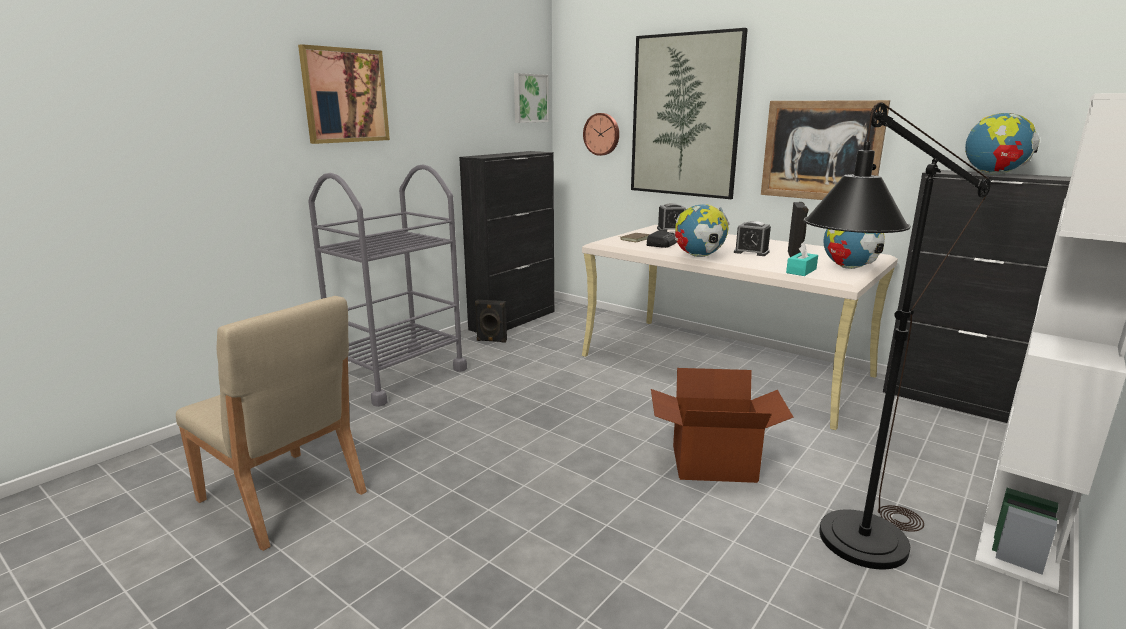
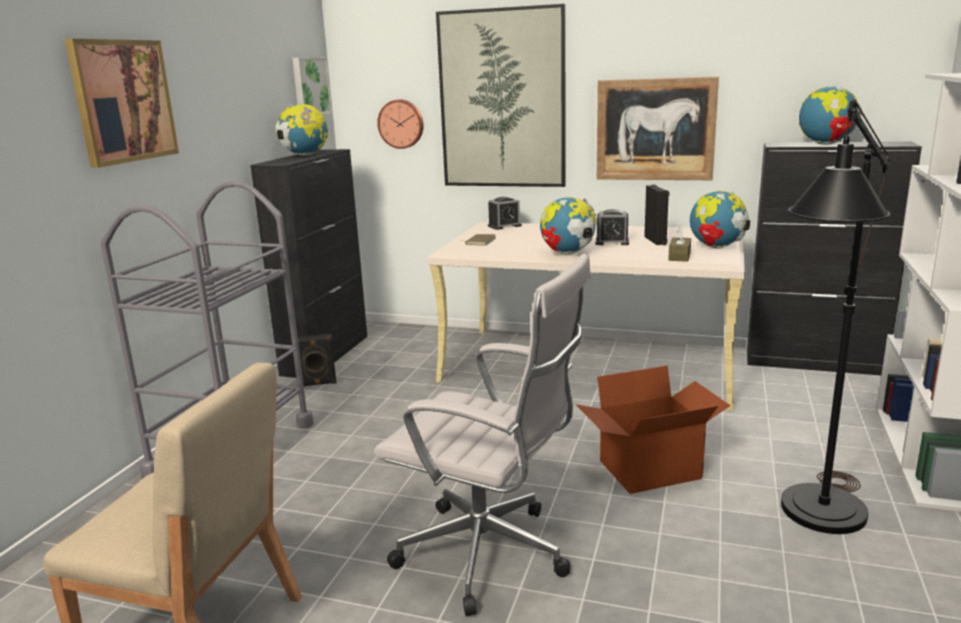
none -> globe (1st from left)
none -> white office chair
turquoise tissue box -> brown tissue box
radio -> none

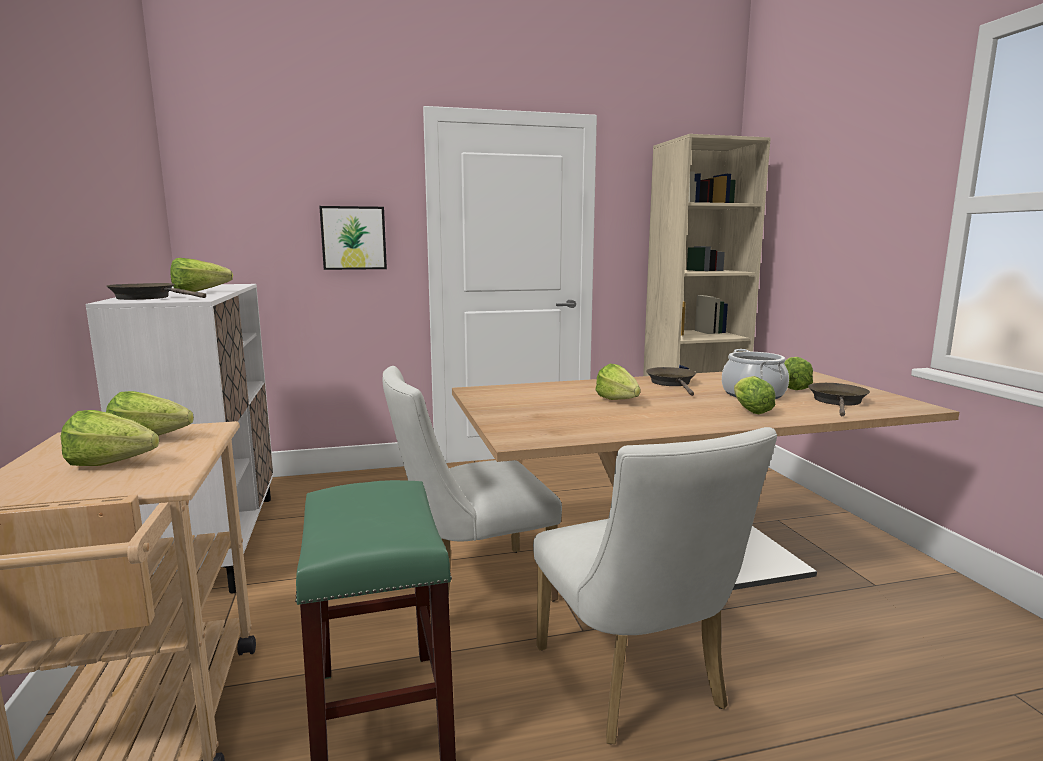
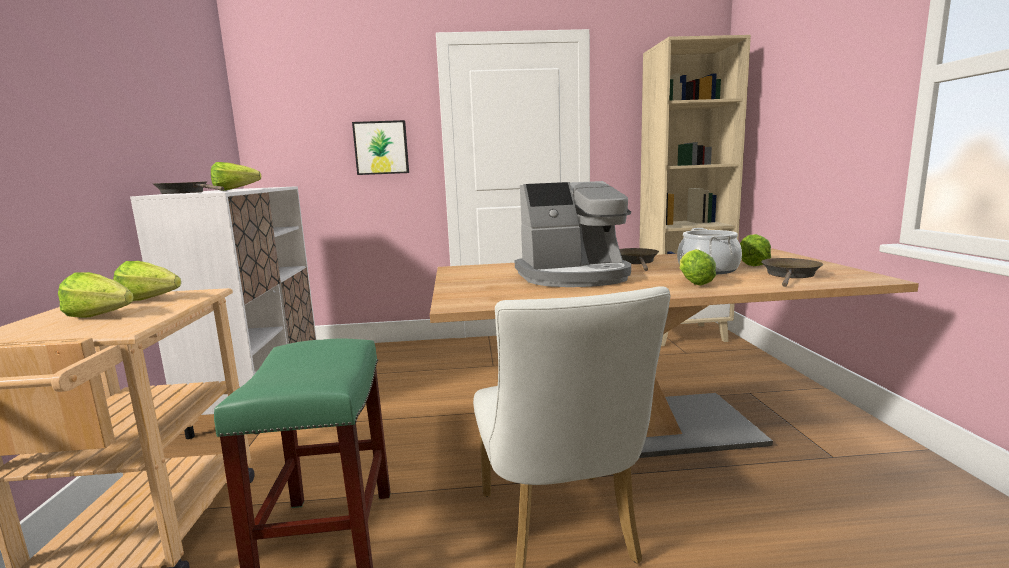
lettuce (4th from left) -> coffee machine
white chair (1st from left) -> none

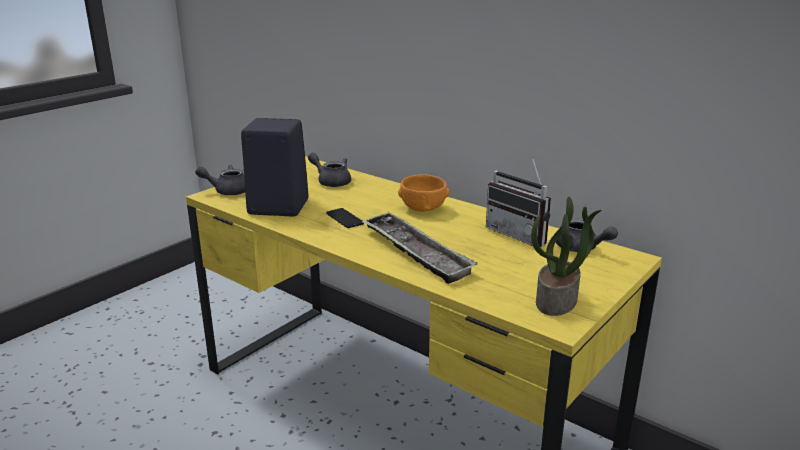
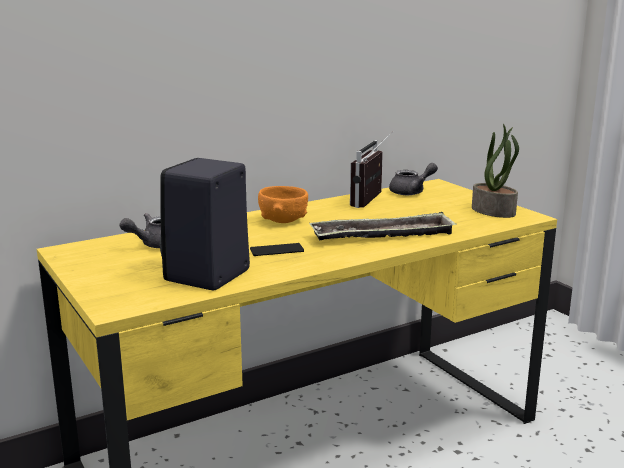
radio, 135 degrees clockwise
grey teapot (1st from left) -> none

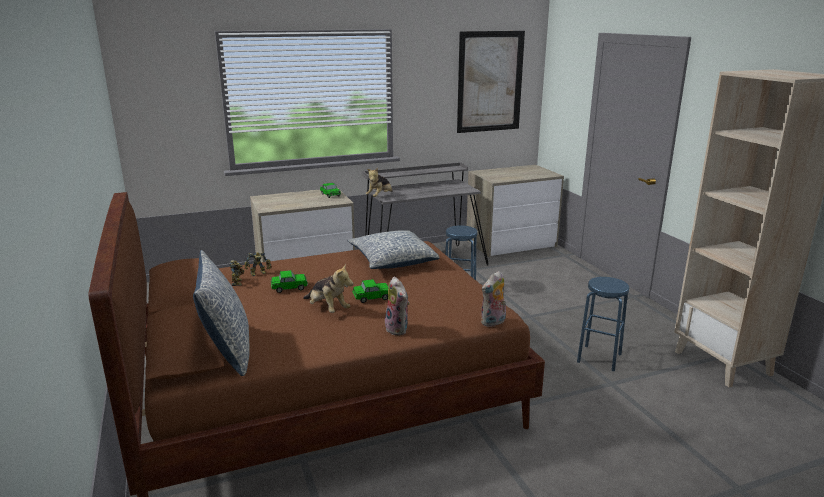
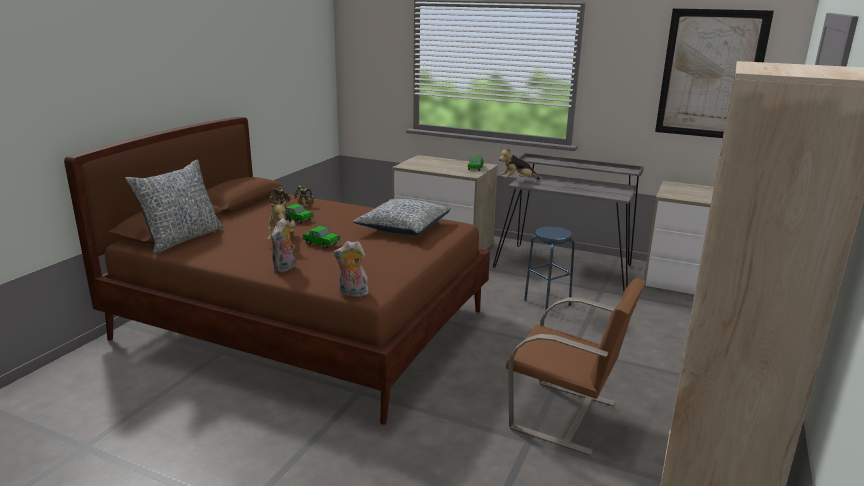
blue stool (2nd from left) -> brown chair

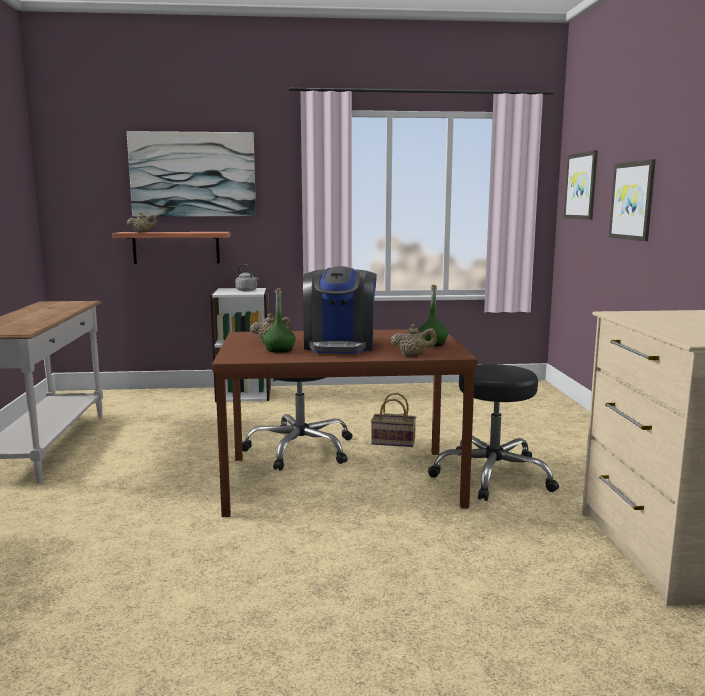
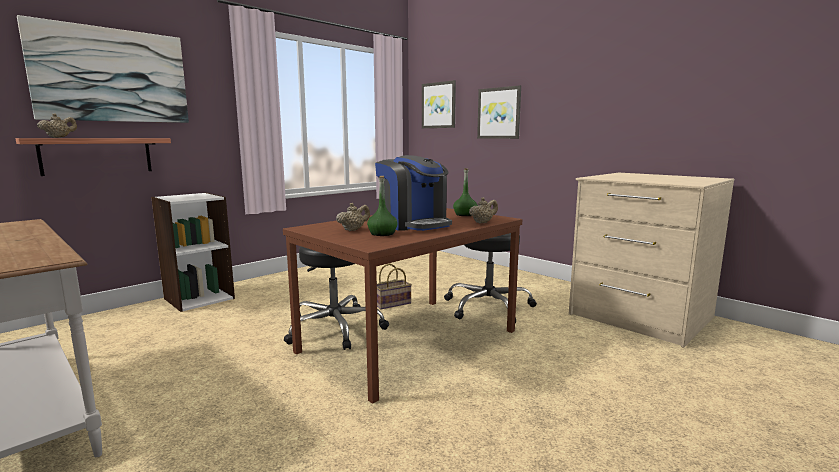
grey kettle -> none

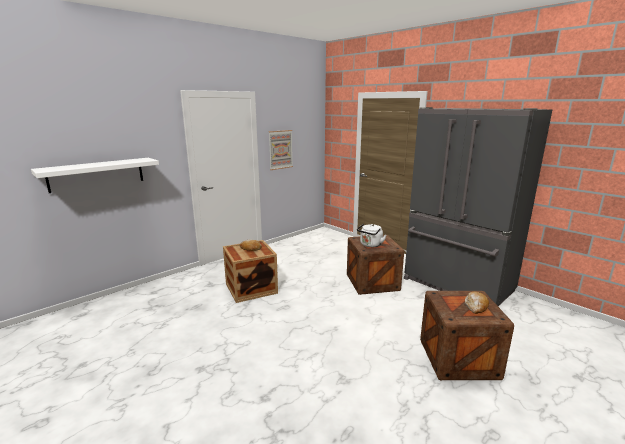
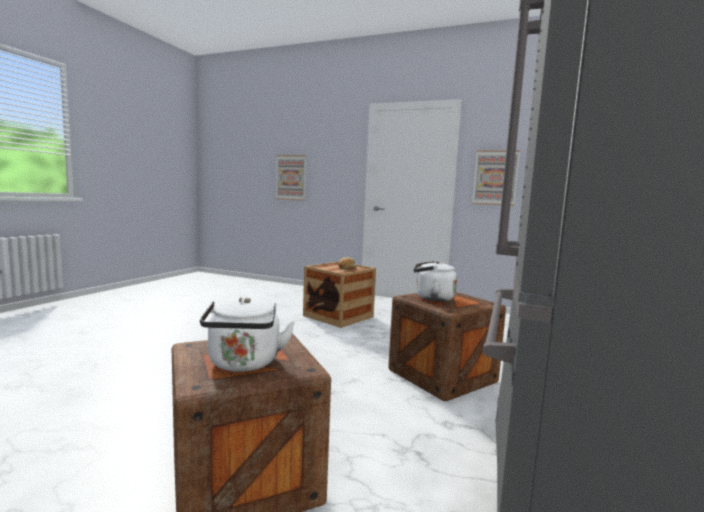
bread (2nd from left) -> white kettle (1st from left)
white shelf -> picture (1st from left)

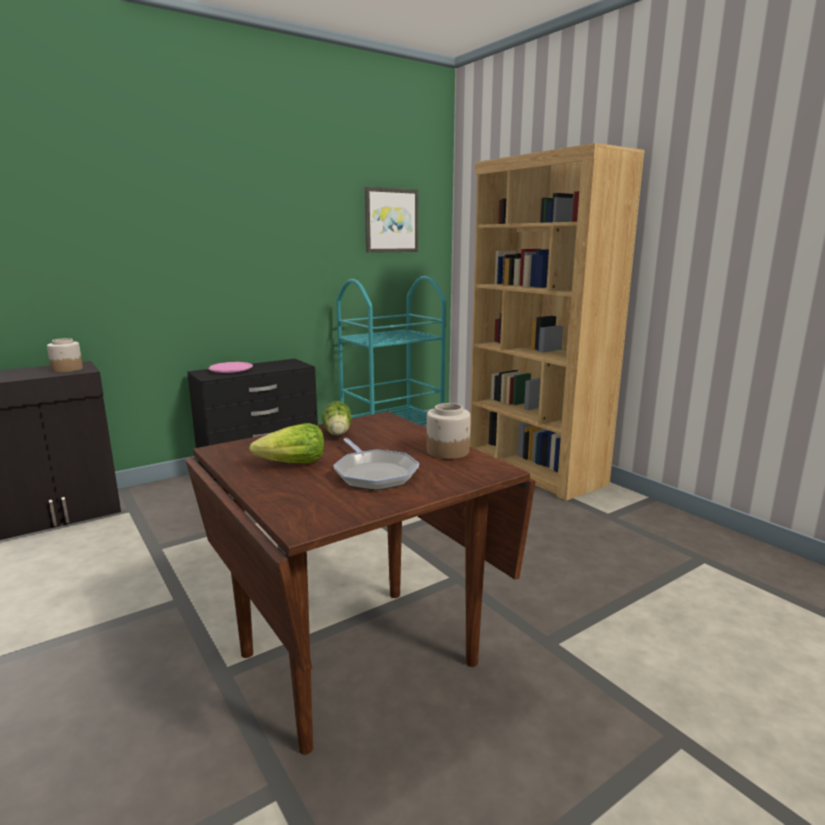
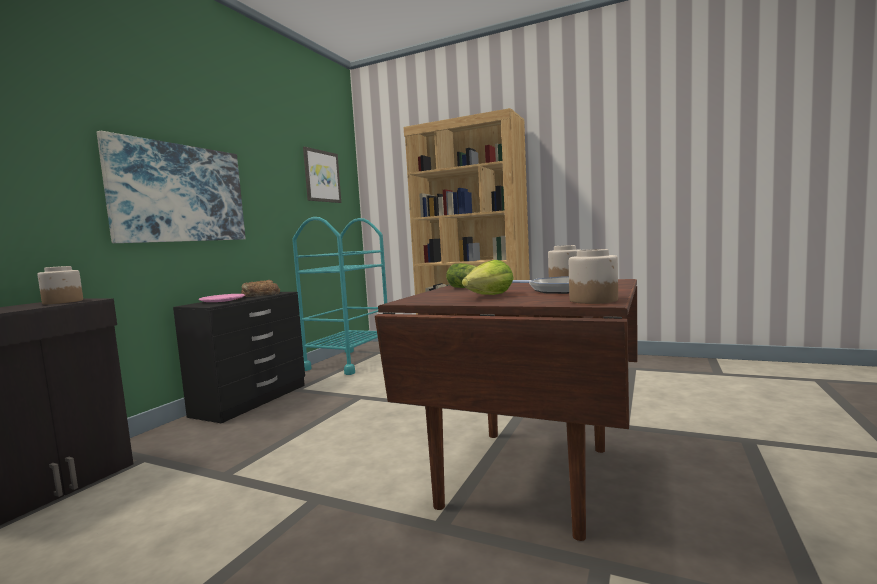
none -> picture (1st from left)
none -> bread
none -> jar (3rd from left)

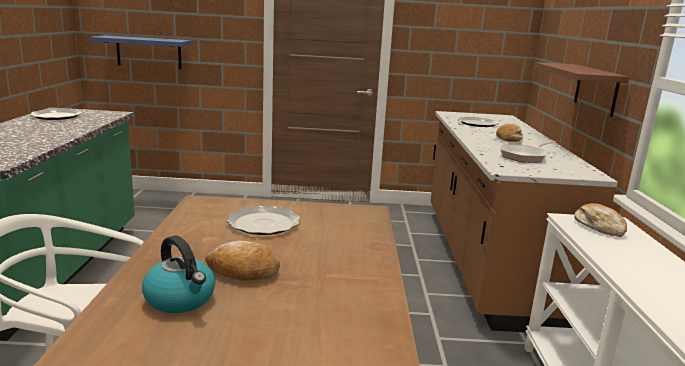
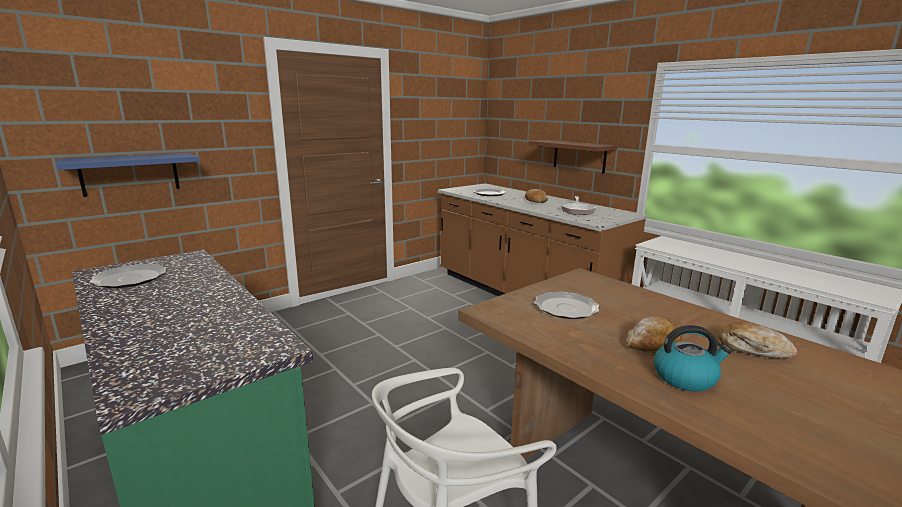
bread (3rd from left), move

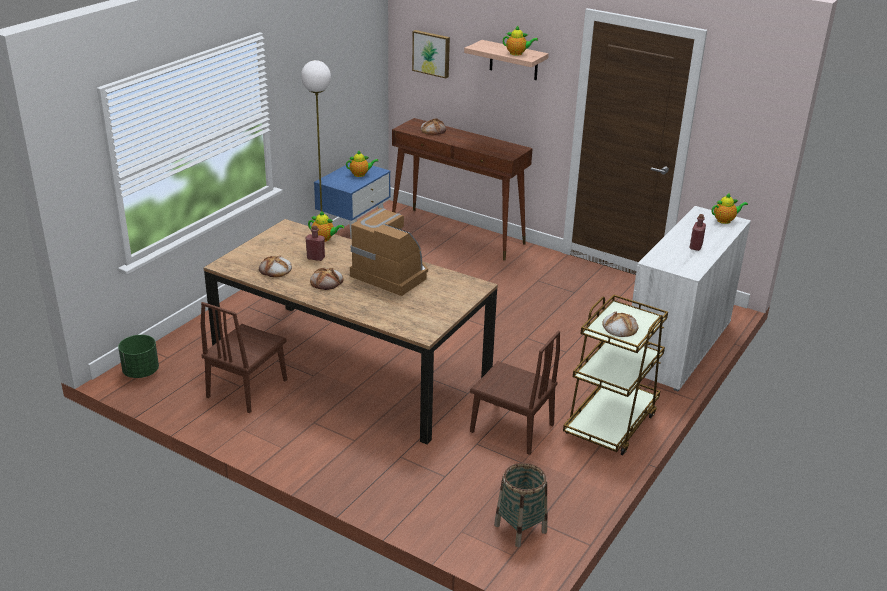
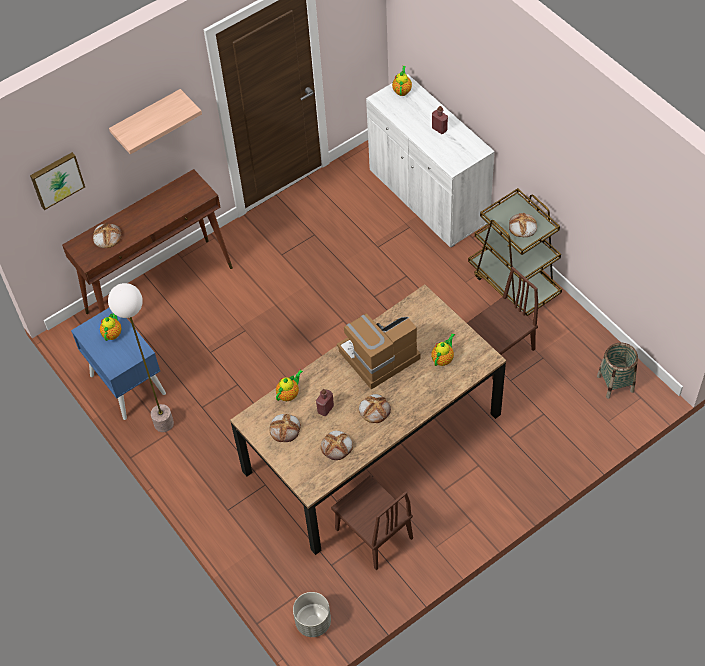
none -> bread (2nd from left)
green planter -> grey planter
teapot (3rd from left in the first image) -> teapot (4th from left), move

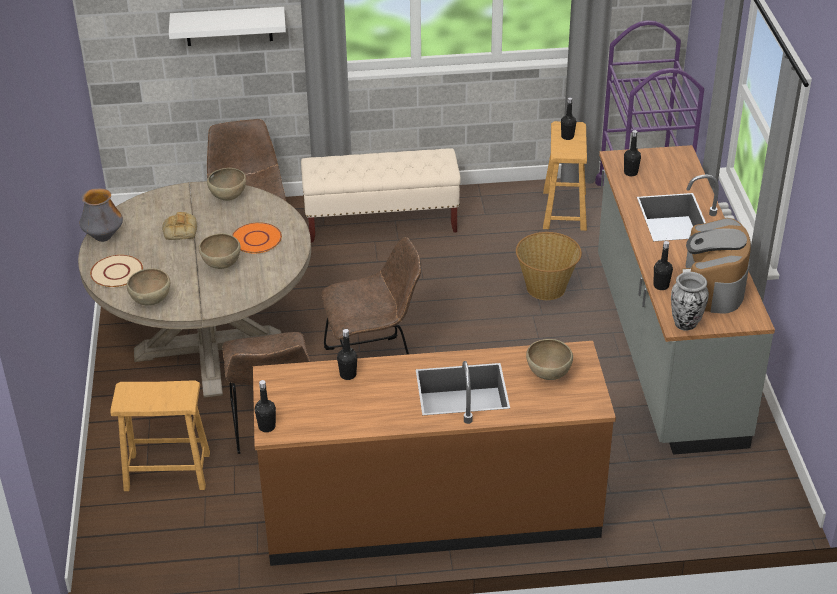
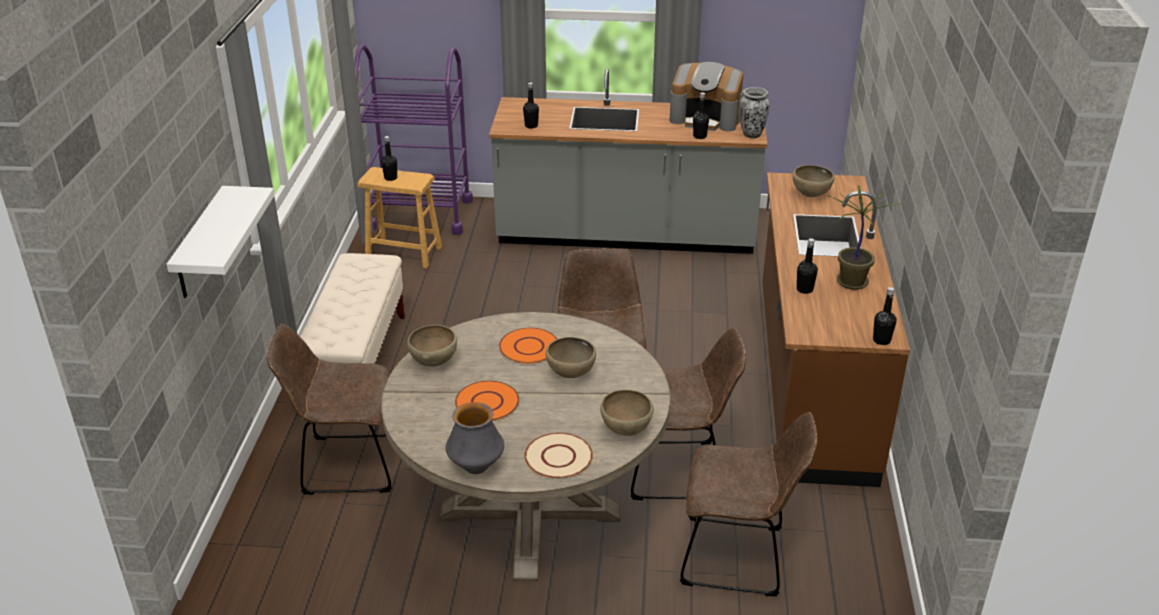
bread -> orange plate (1st from left)
brown stool (1st from left) -> brown chair (4th from left)
none -> potted plant
basket -> none

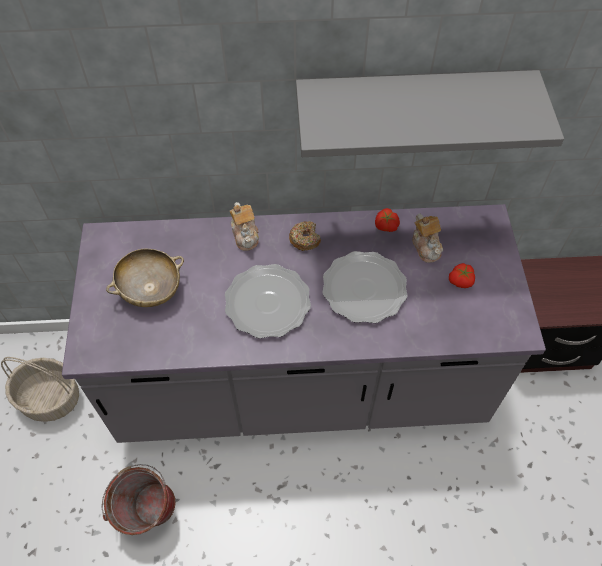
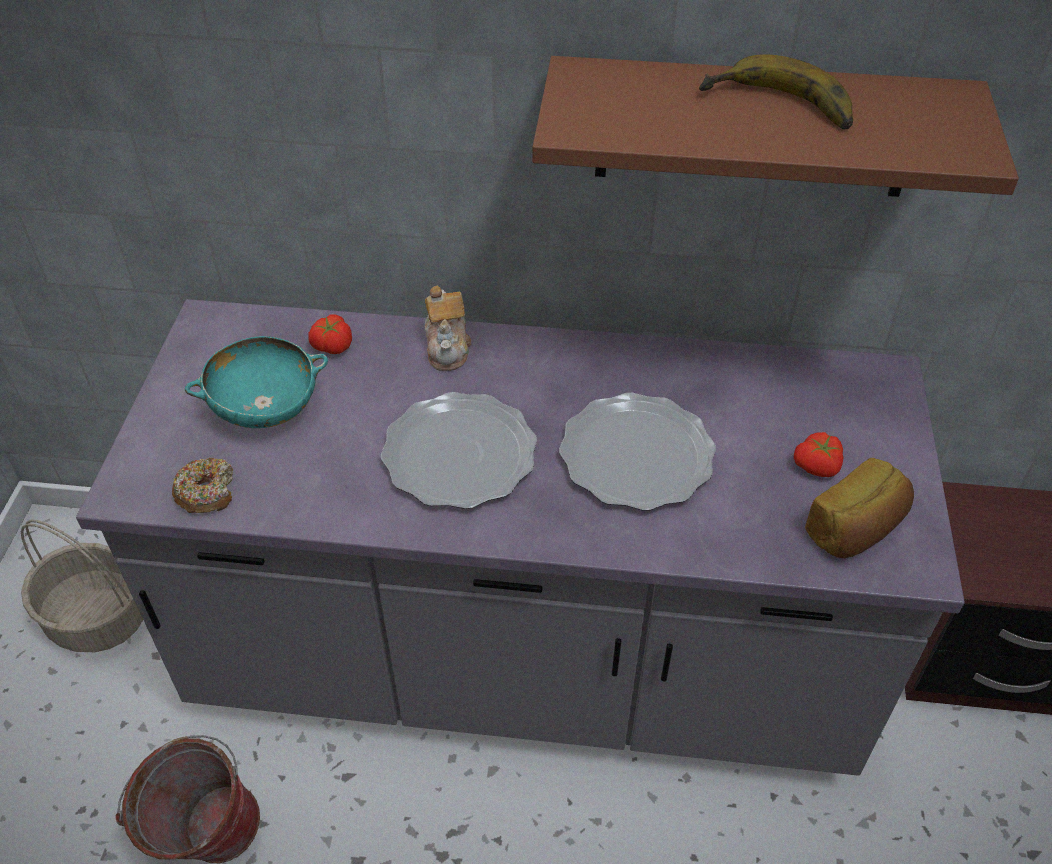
donut, move
beige bowl -> turquoise bowl
tomato (1st from left), move
grey shelf -> brown shelf
none -> banana
none -> bread
teapot (2nd from left) -> none

